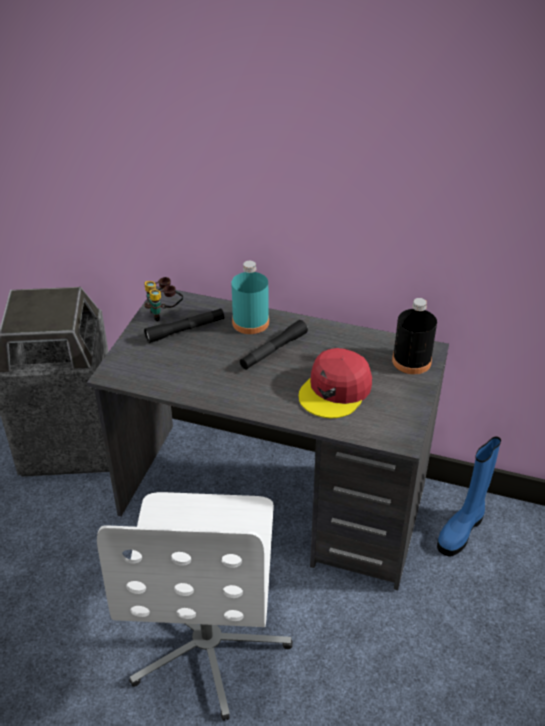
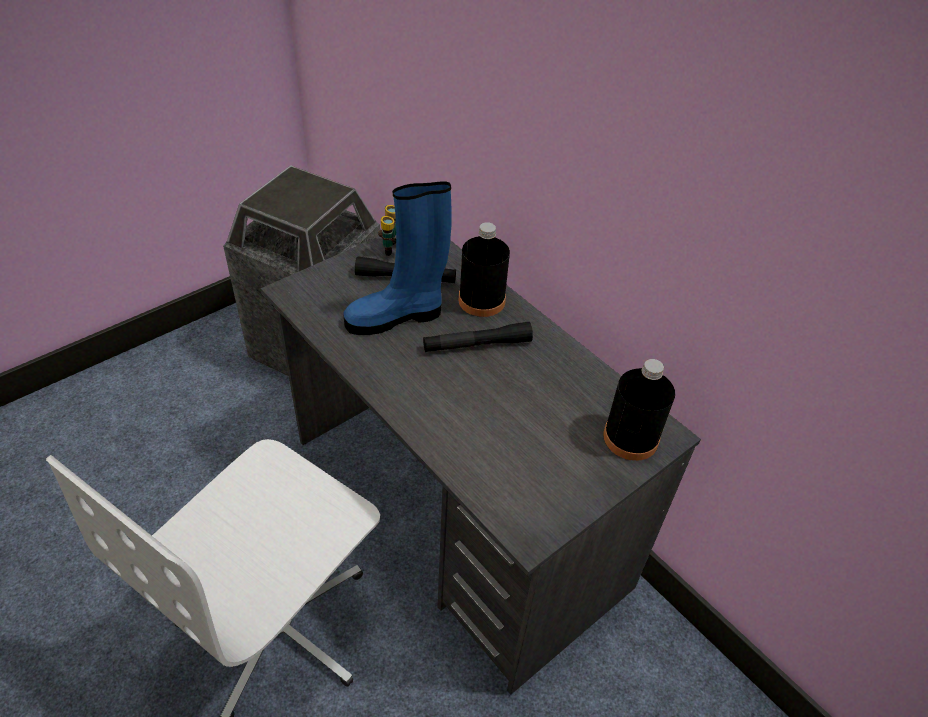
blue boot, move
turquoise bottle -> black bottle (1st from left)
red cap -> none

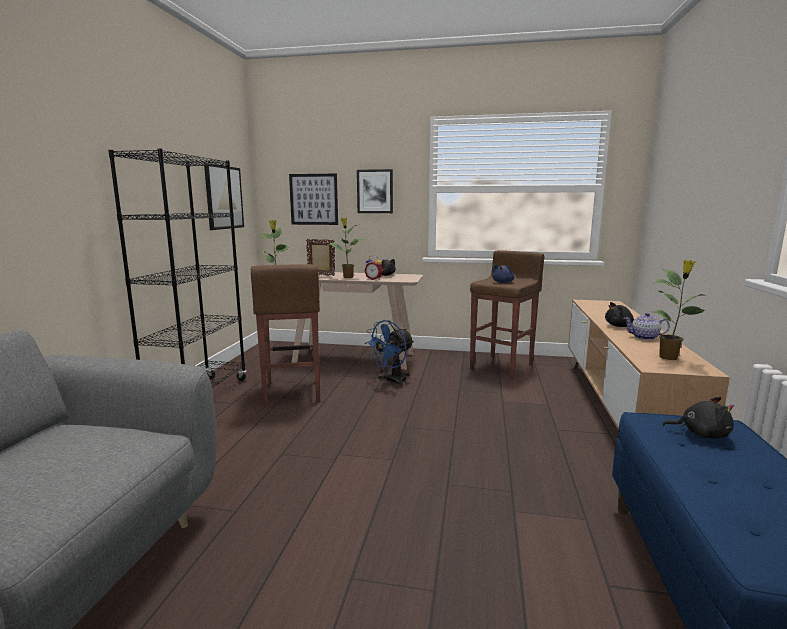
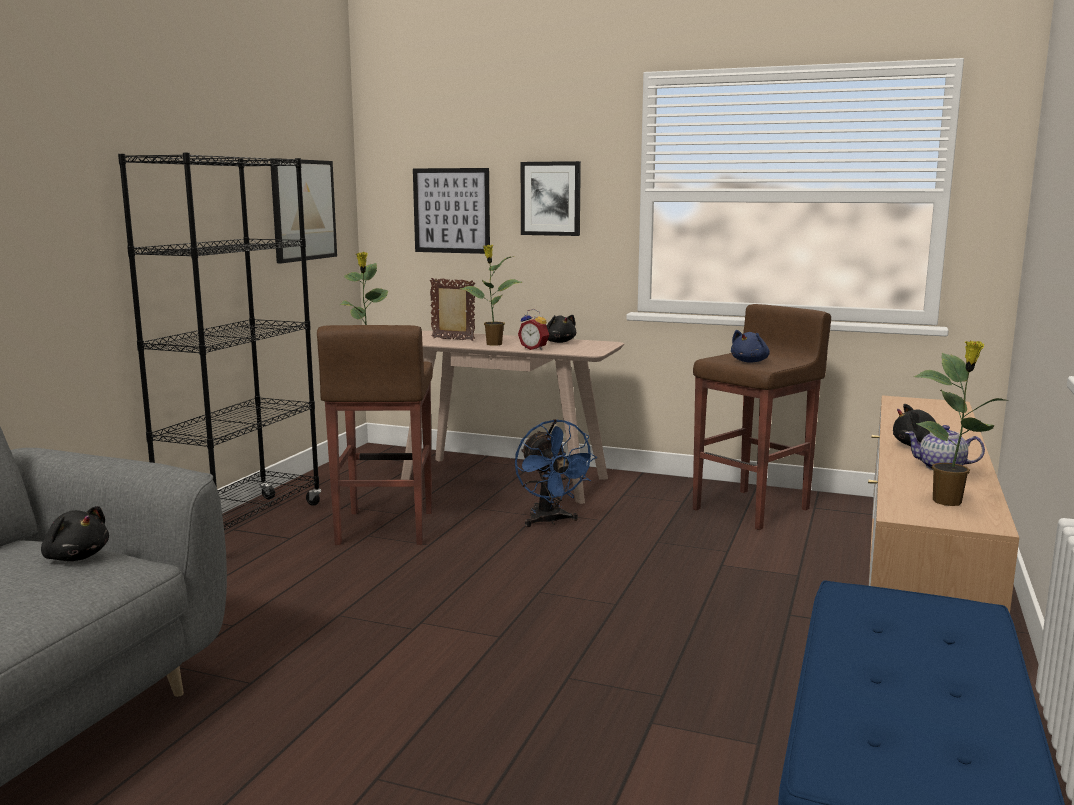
black plush toy (3rd from left in the first image) -> black plush toy (1st from left), move
blue fan, 75 degrees counterclockwise

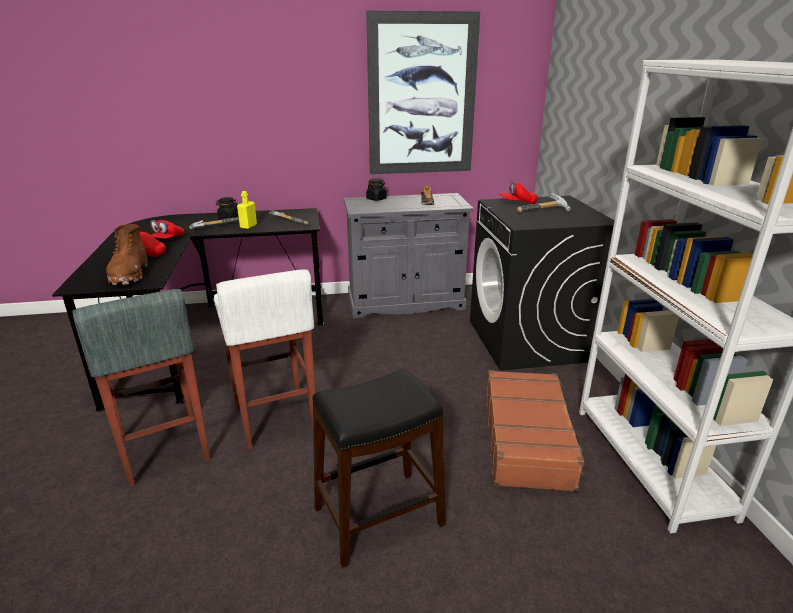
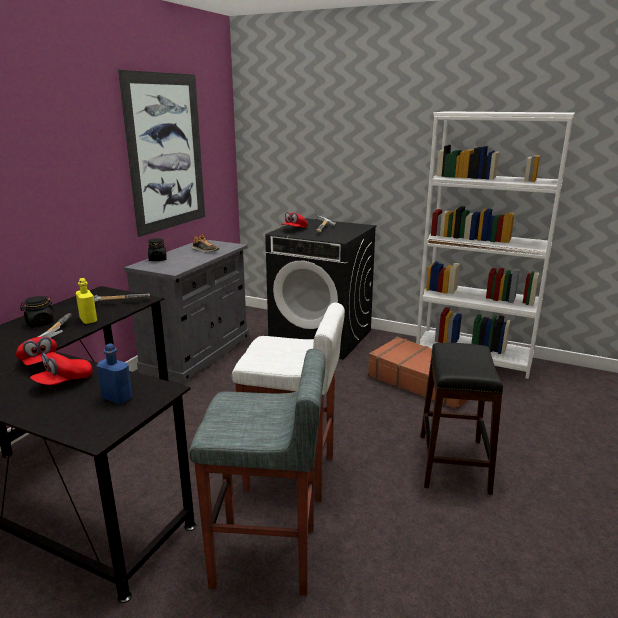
brown boot -> blue bottle

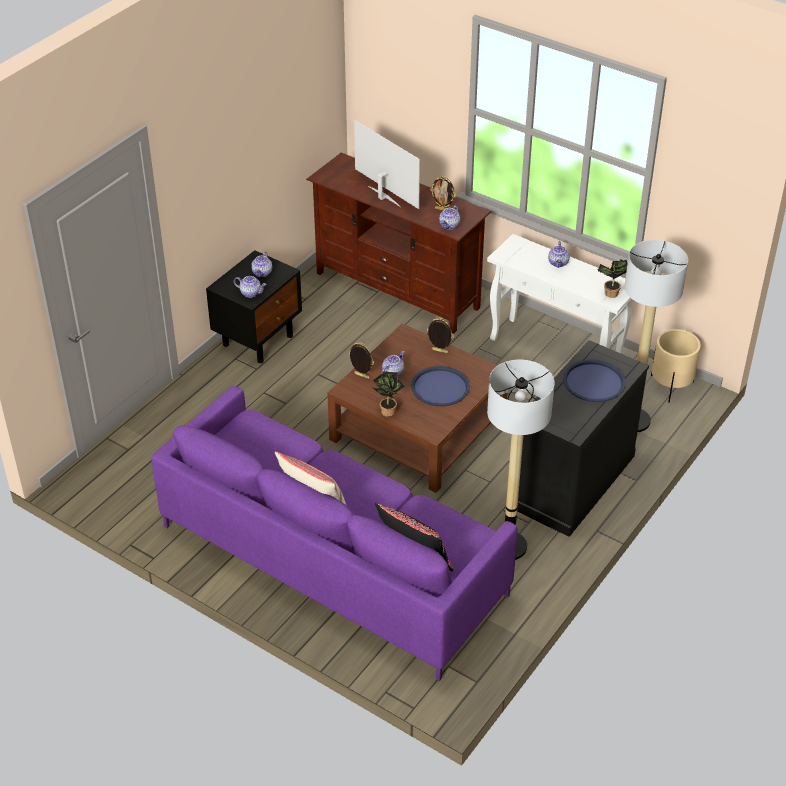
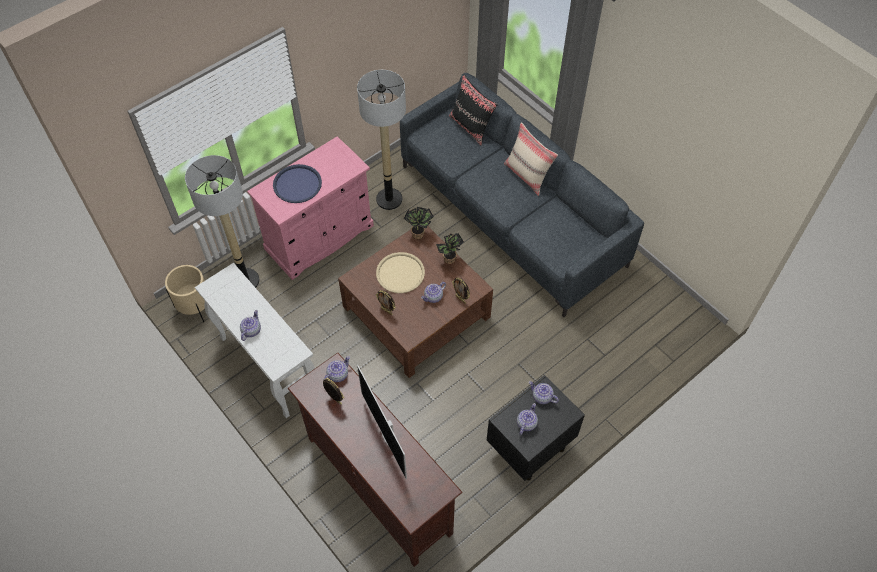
black cabinet -> pink cabinet
blue tray (1st from left) -> beige tray
purple sofa -> grey sofa
potted plant (2nd from left in the first image) -> potted plant (1st from left), move

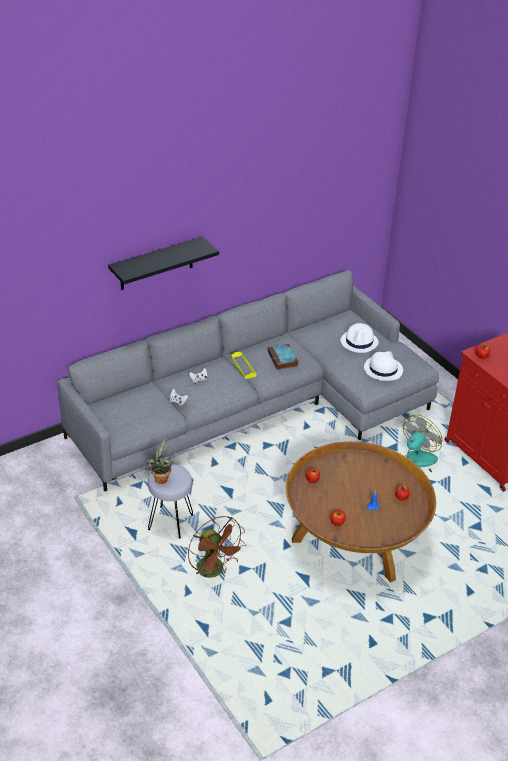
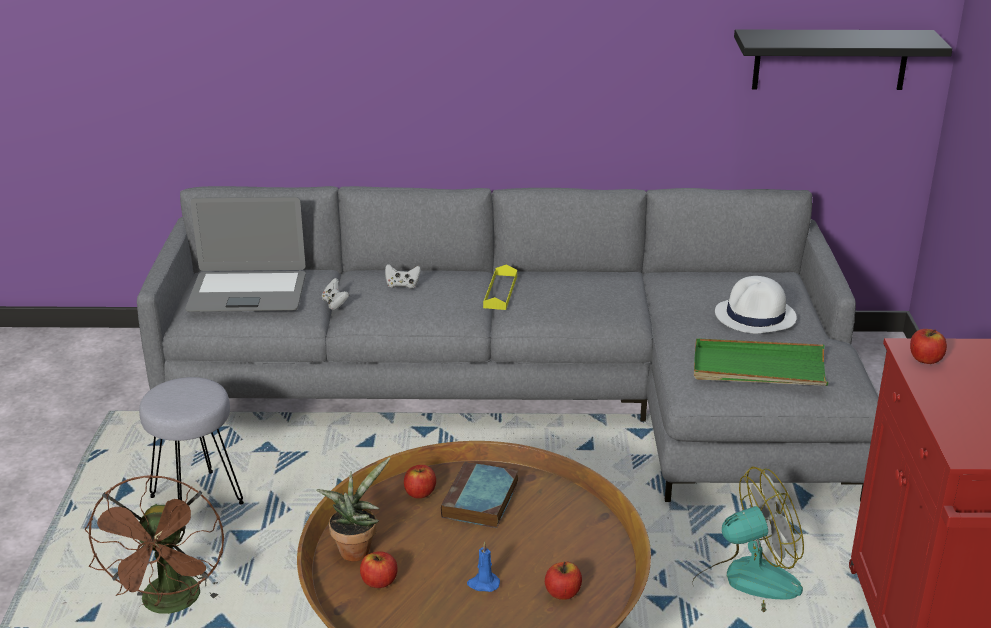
none -> laptop
potted plant, move
book, move
white hat (2nd from left) -> green tray
black shelf, move

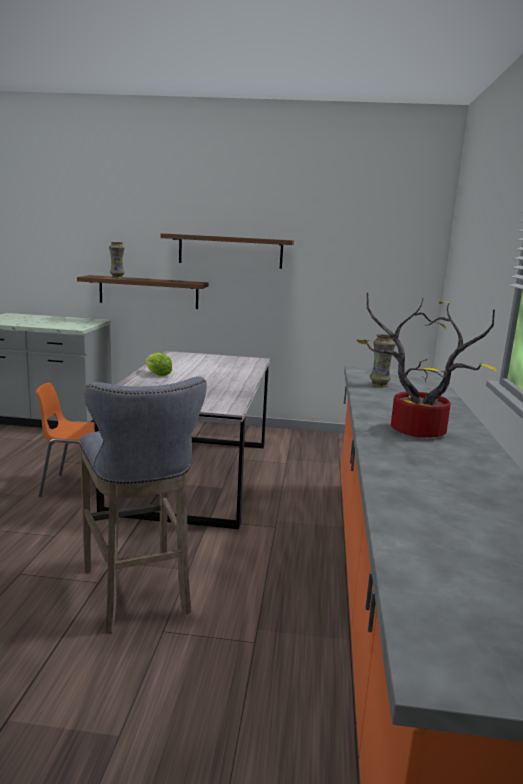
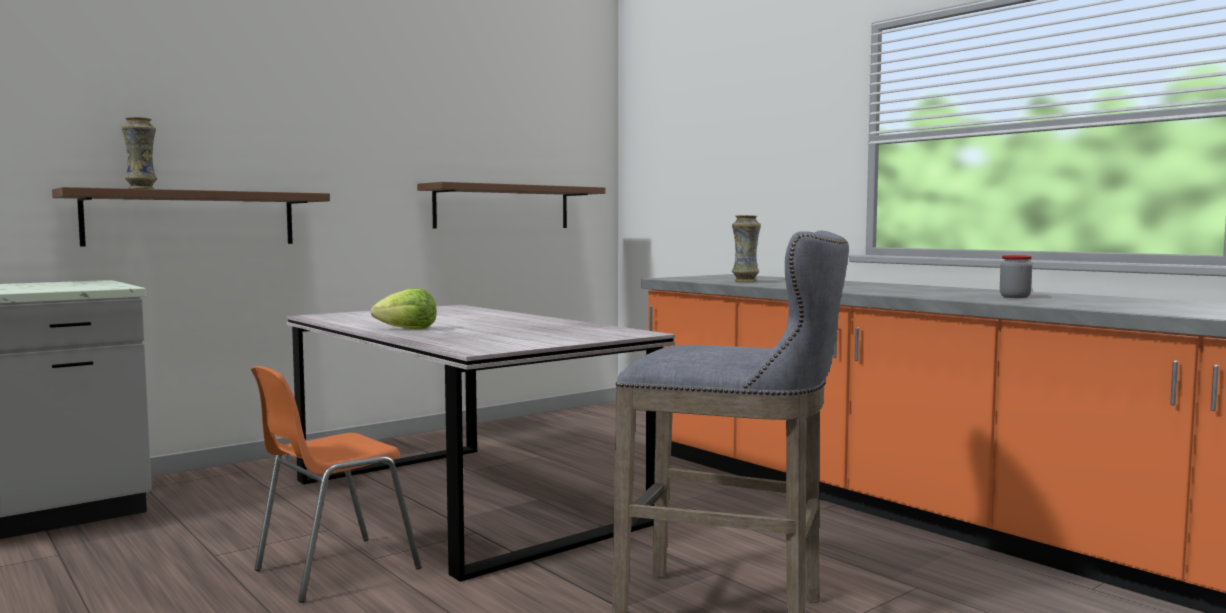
brown shelf (2nd from left), move
none -> jar
potted plant -> none

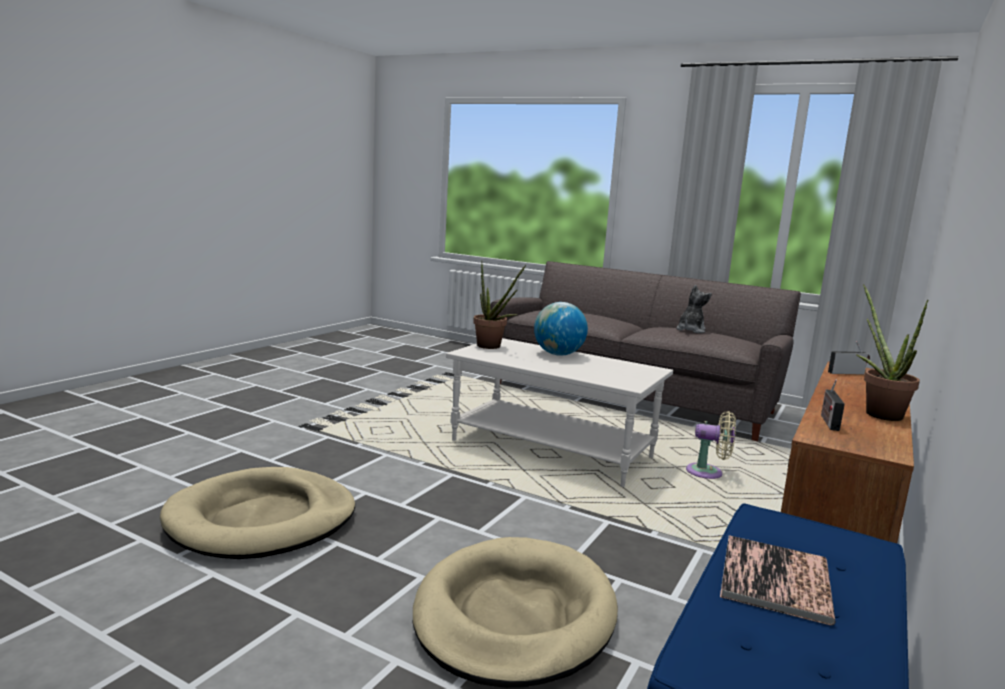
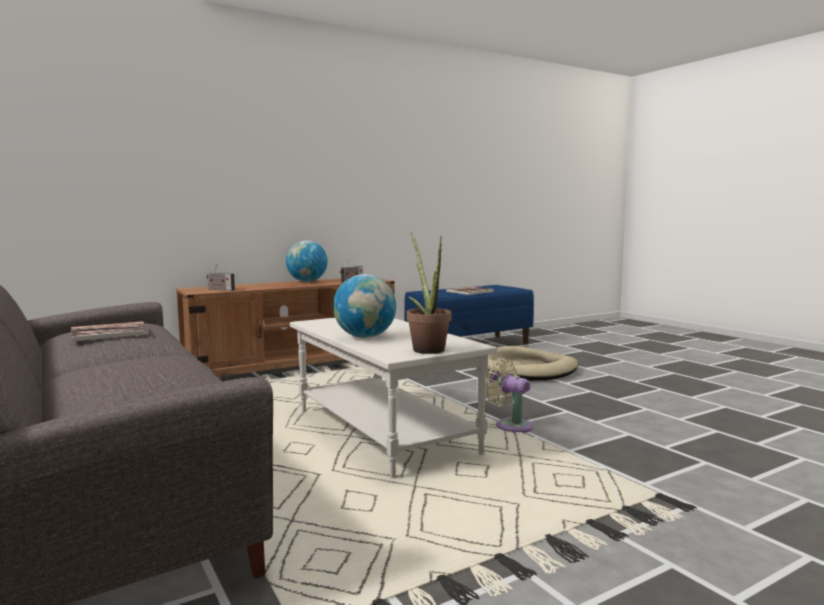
plush toy -> book (1st from left)
potted plant (2nd from left) -> globe (1st from left)
beige fan, move
beige dog bed (1st from left) -> none

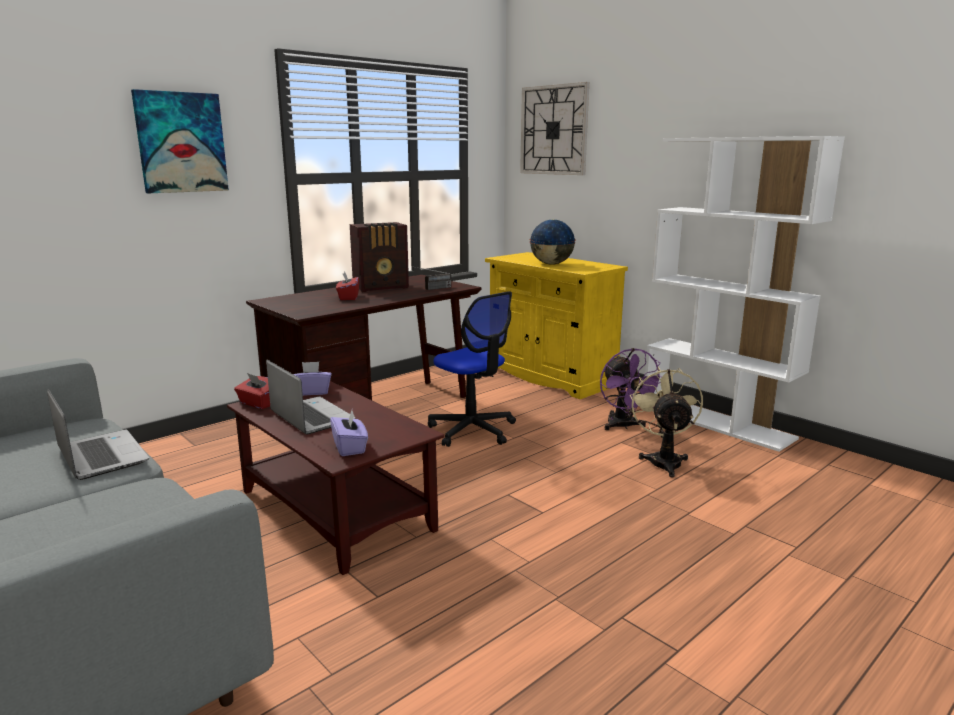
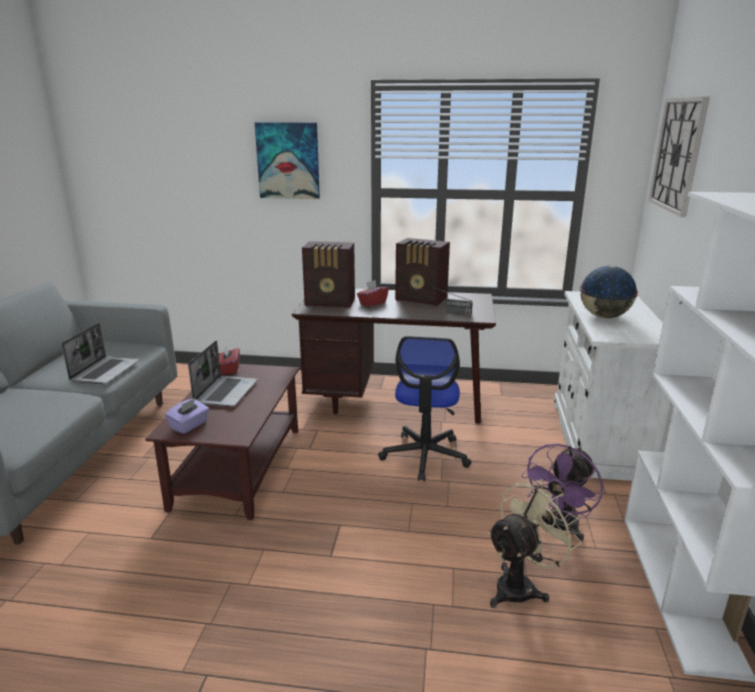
none -> radio (1st from left)
yellow cabinet -> white cabinet
purple tissue box (1st from left) -> none

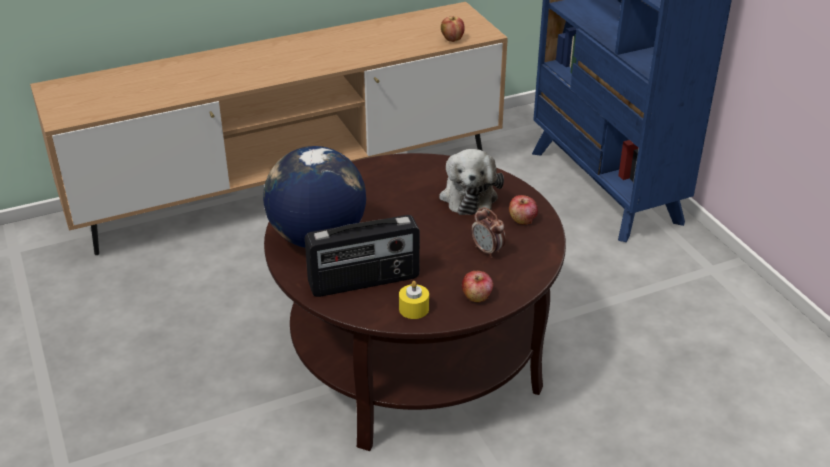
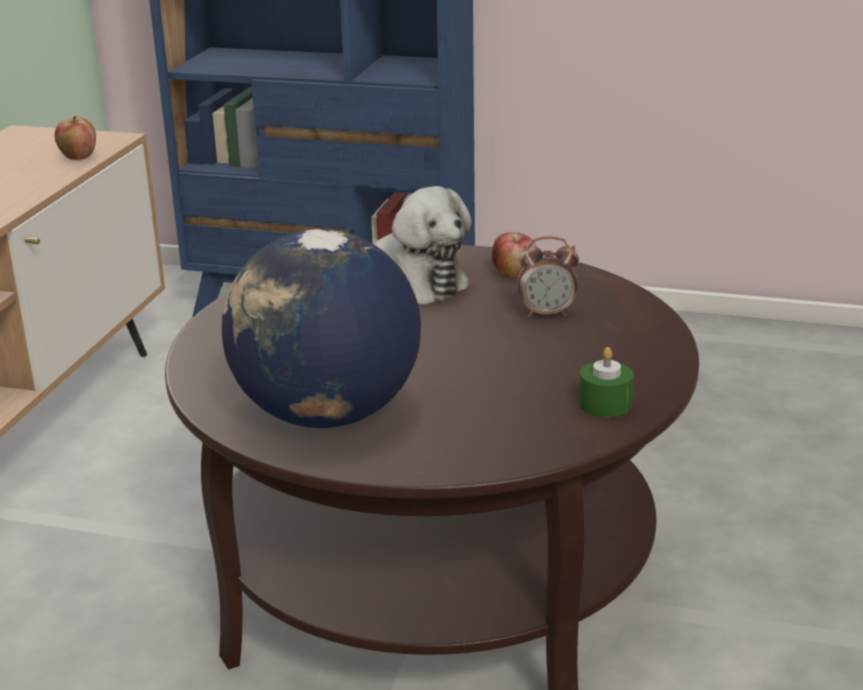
yellow candle -> green candle
radio -> none
apple (2nd from left) -> none

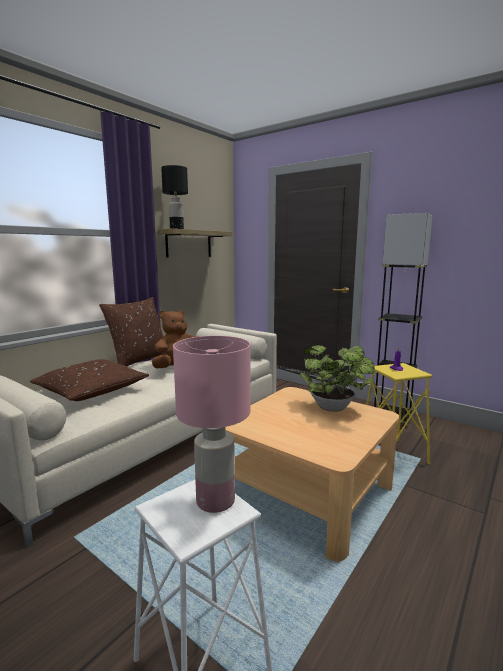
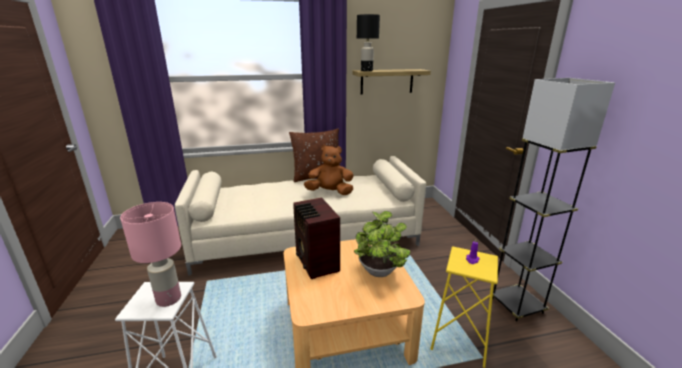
none -> radio
brown pillow (1st from left) -> none

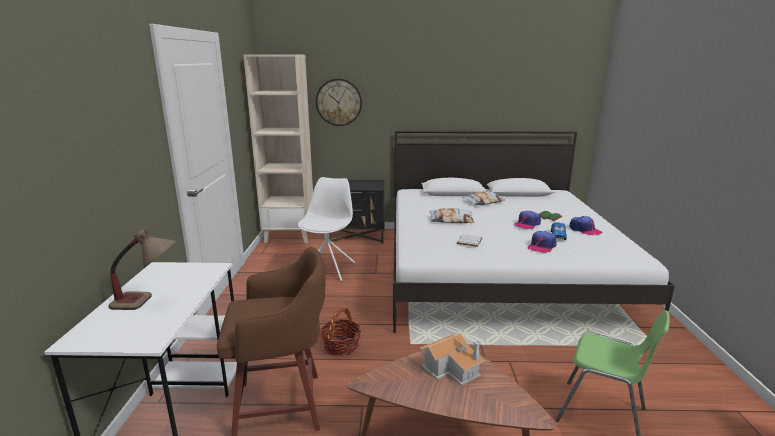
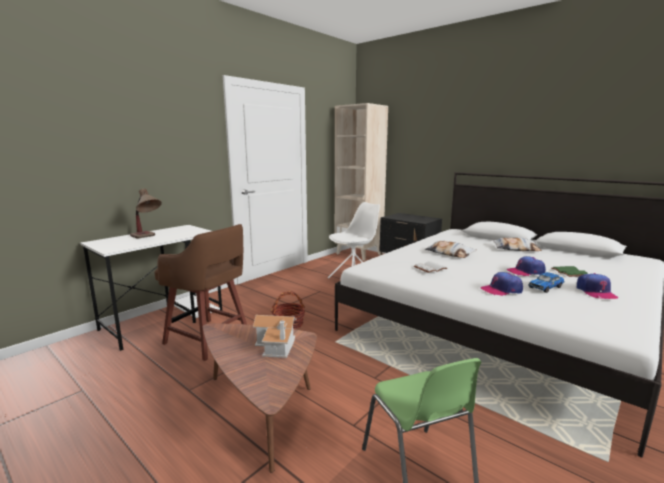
wall clock -> none

